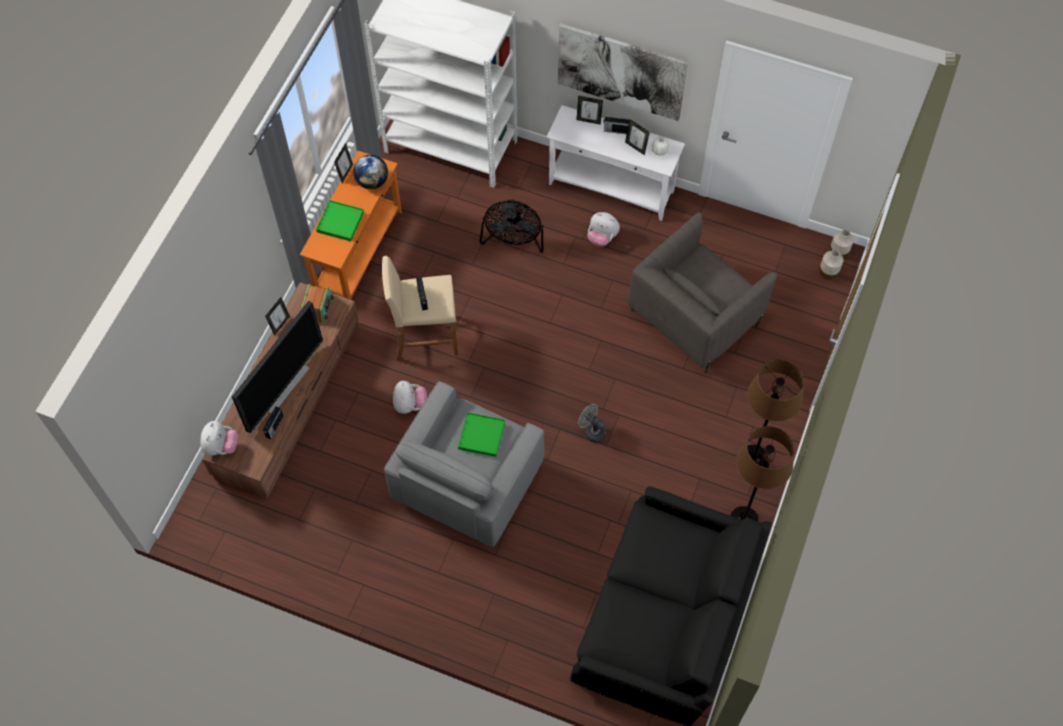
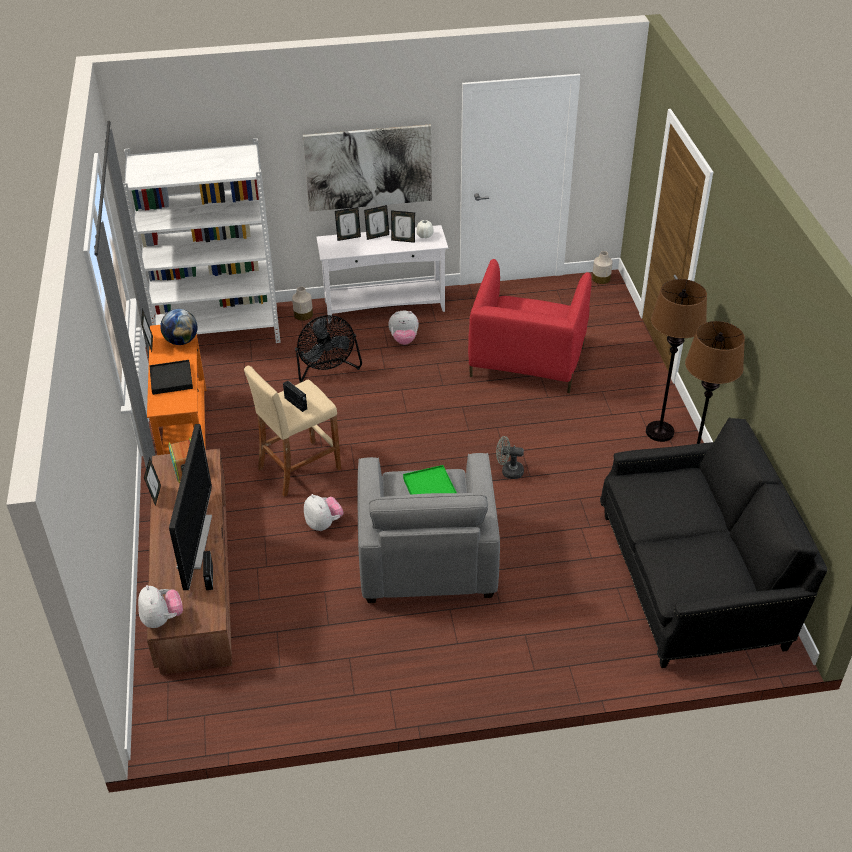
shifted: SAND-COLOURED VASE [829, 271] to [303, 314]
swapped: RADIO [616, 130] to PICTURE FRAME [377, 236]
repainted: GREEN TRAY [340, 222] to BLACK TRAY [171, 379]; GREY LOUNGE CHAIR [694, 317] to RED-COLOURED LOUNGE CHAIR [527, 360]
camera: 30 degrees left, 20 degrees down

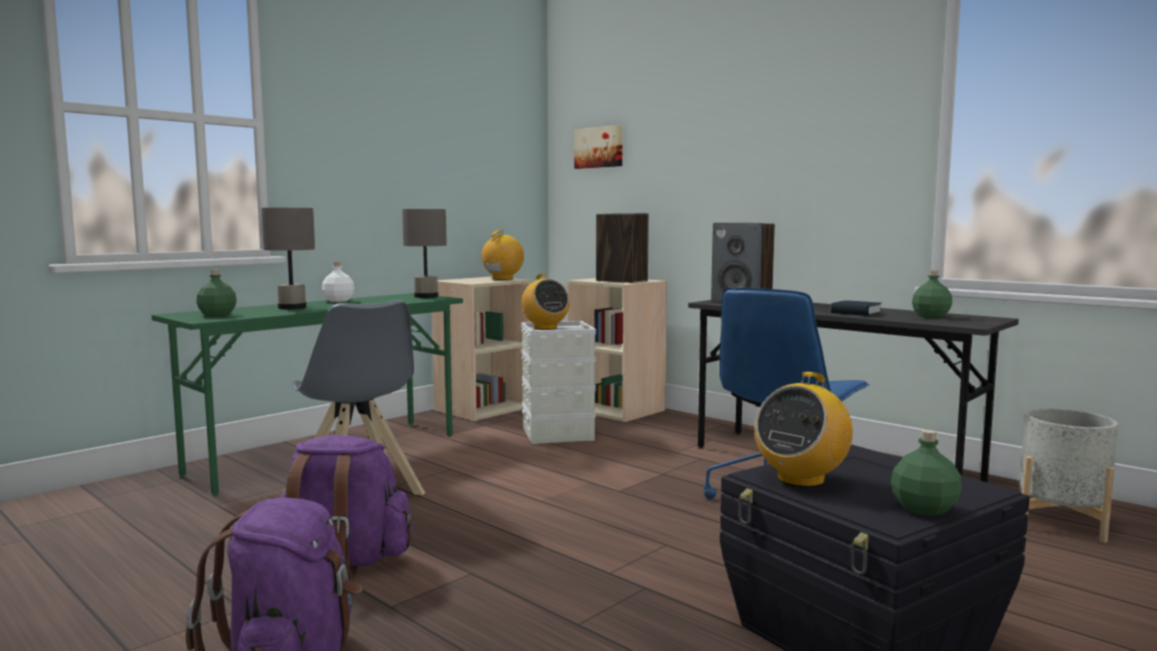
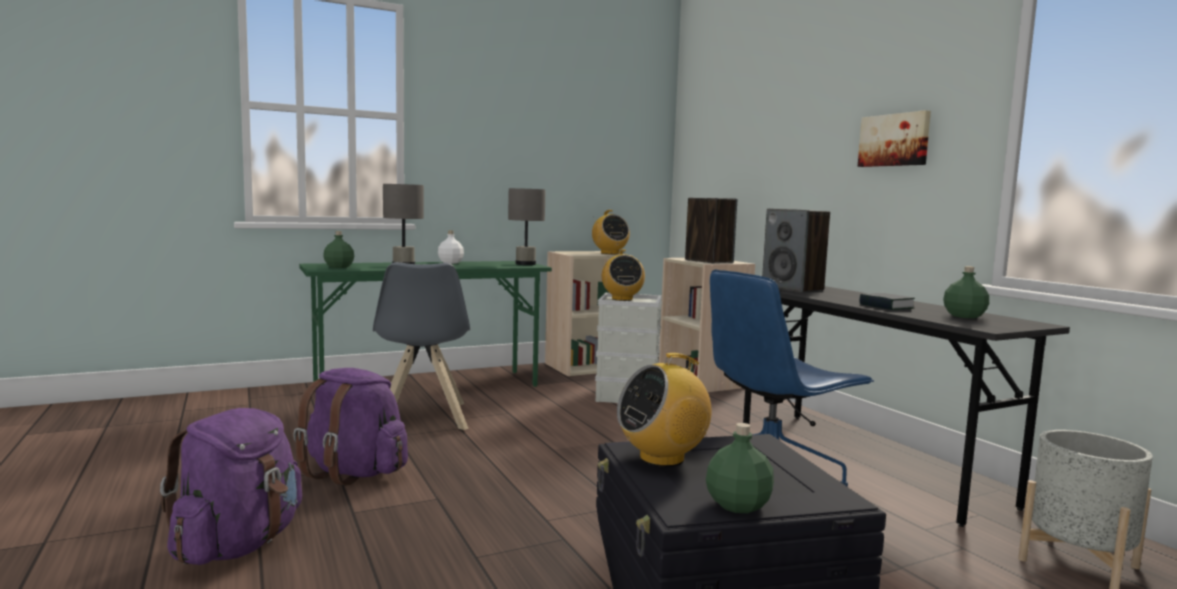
shifted: WALL PICTURE [599, 147] to [894, 140]
rotated: RADIO [503, 279] = [609, 253] 105 degrees clockwise
camera: 20 degrees right, 0 degrees up

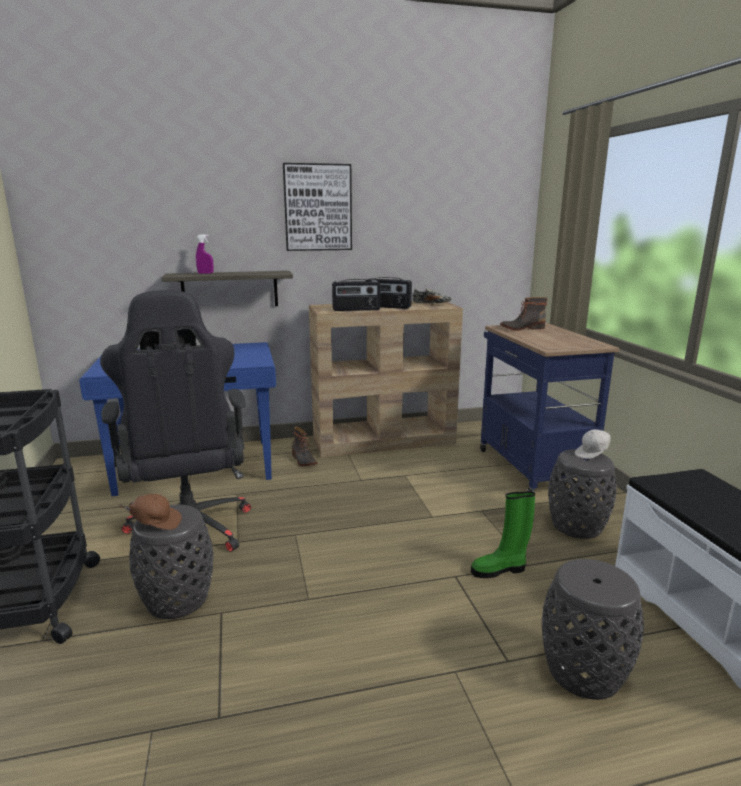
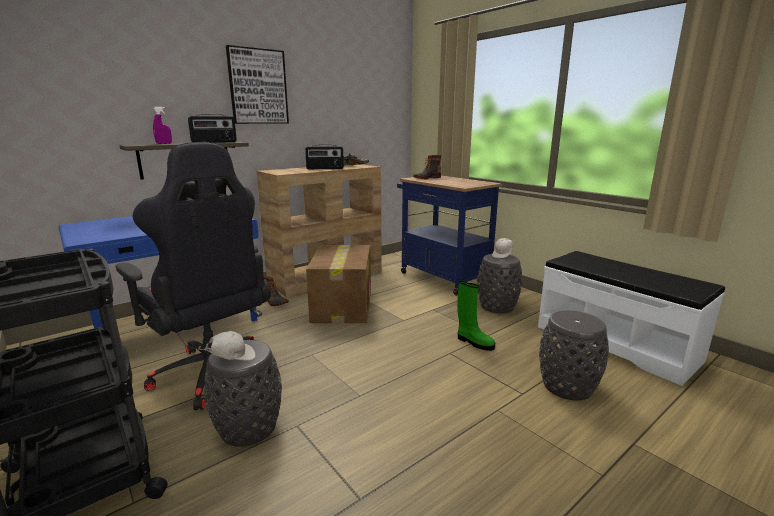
new: PACKING BOX [342, 305]
shifted: RADIO [356, 310] to [214, 142]
repainted: BROWN-COLOURED CAP [156, 523] to WHITISH CAP [232, 359]
rotated: GREEN HIGH-TOP BOOT [499, 570] = [474, 342] 105 degrees counterclockwise
camera: 25 degrees left, 0 degrees up

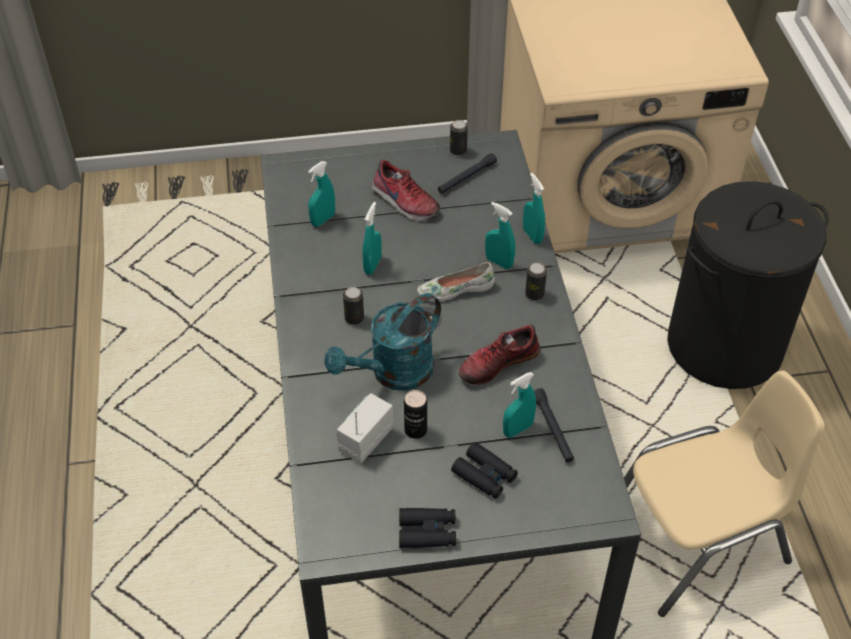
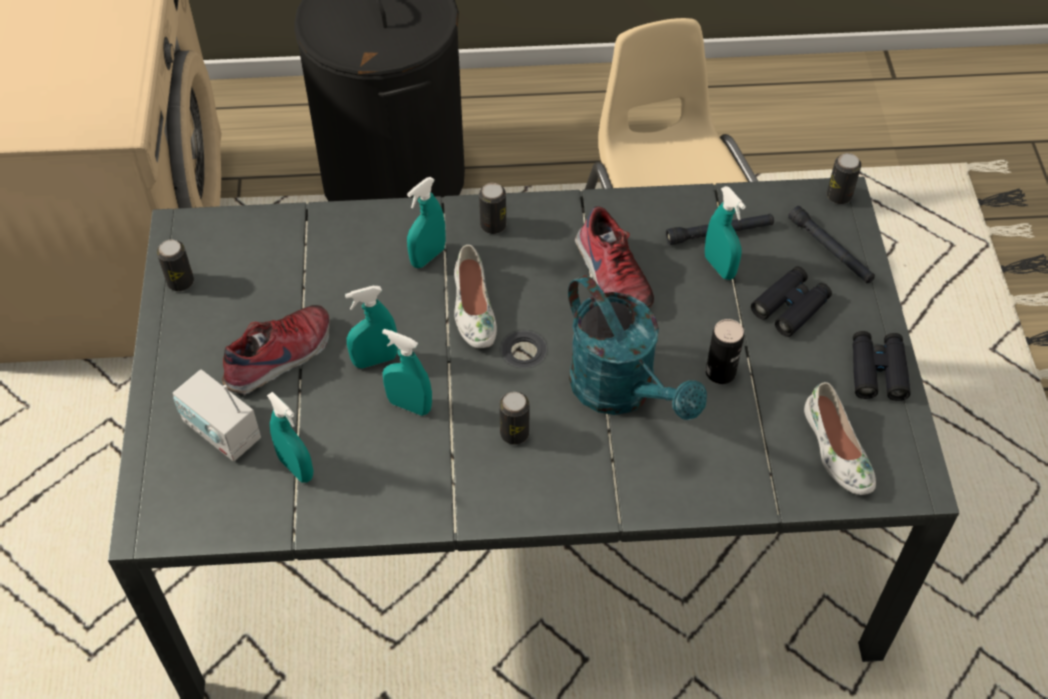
new: WHITISH ITEM OF FOOTWEAR [836, 450]; CAN [839, 196]
shifted: RADIO [365, 440] to [221, 432]; BLACK FLASHLIGHT [466, 178] to [830, 250]; BLUE-GREEN HAND SPRAYER [532, 235] to [375, 360]
camera: 85 degrees left, 5 degrees up

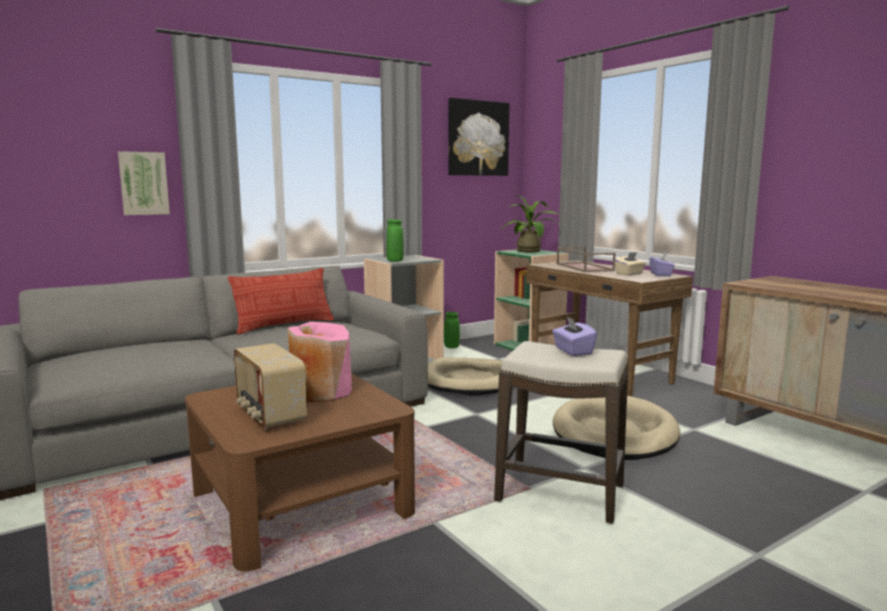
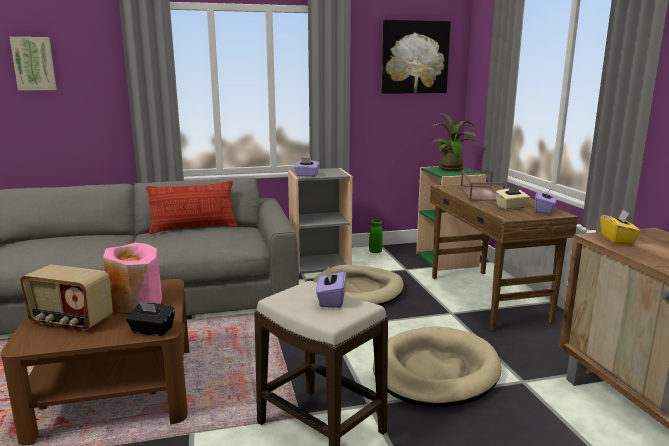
new: BLACK BOX OF TISSUES [152, 330]; YELLOW-COLOURED BOX OF TISSUES [617, 239]
shifted: WALL PICTURE [143, 183] to [34, 64]
swapped: GREEN VASE [395, 261] to PURPLISH BOX OF TISSUES [307, 175]
rotated: RADIO [269, 415] = [70, 322] 60 degrees counterclockwise
camera: 20 degrees right, 5 degrees up

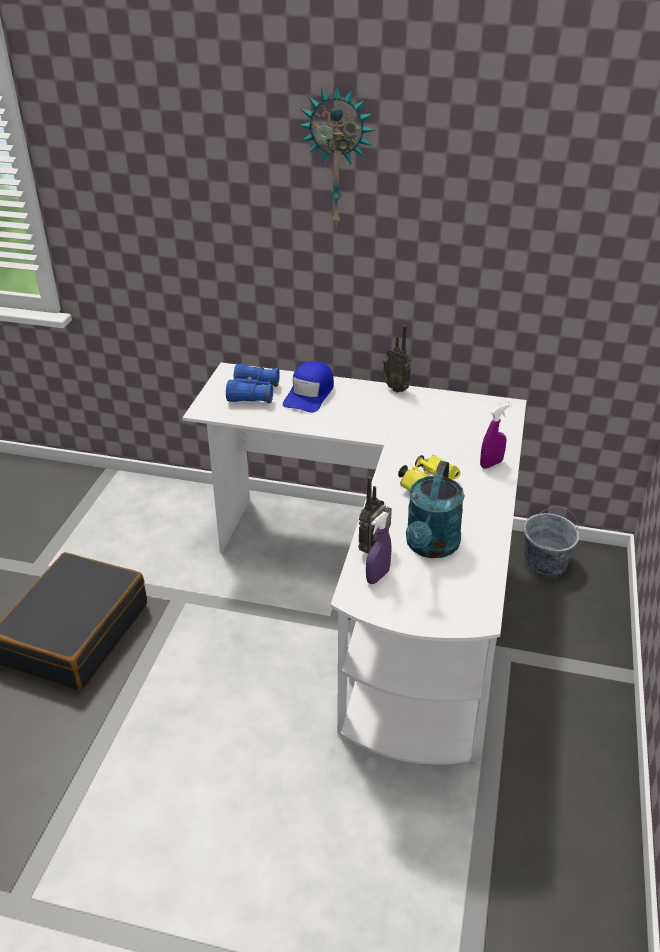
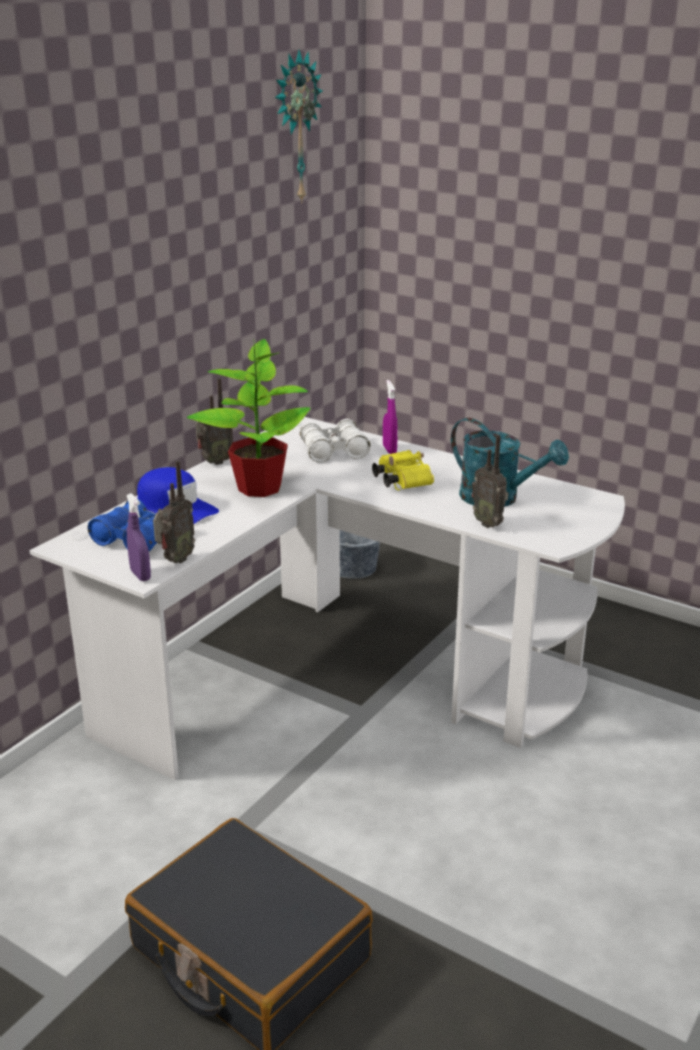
new: RADIO [175, 560]; HOUSEPLANT [259, 487]; WHITISH BINOCULARS [334, 451]
shifted: WALL CLOCK [337, 157] to [295, 128]; PURPLISH HAND SPRAYER [377, 576] to [140, 575]
camera: 70 degrees left, 10 degrees down

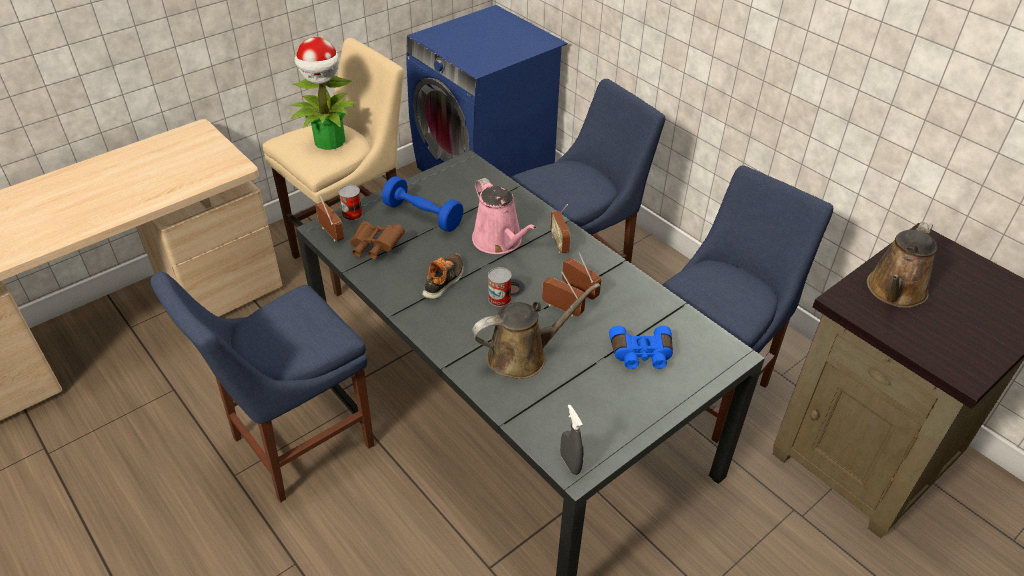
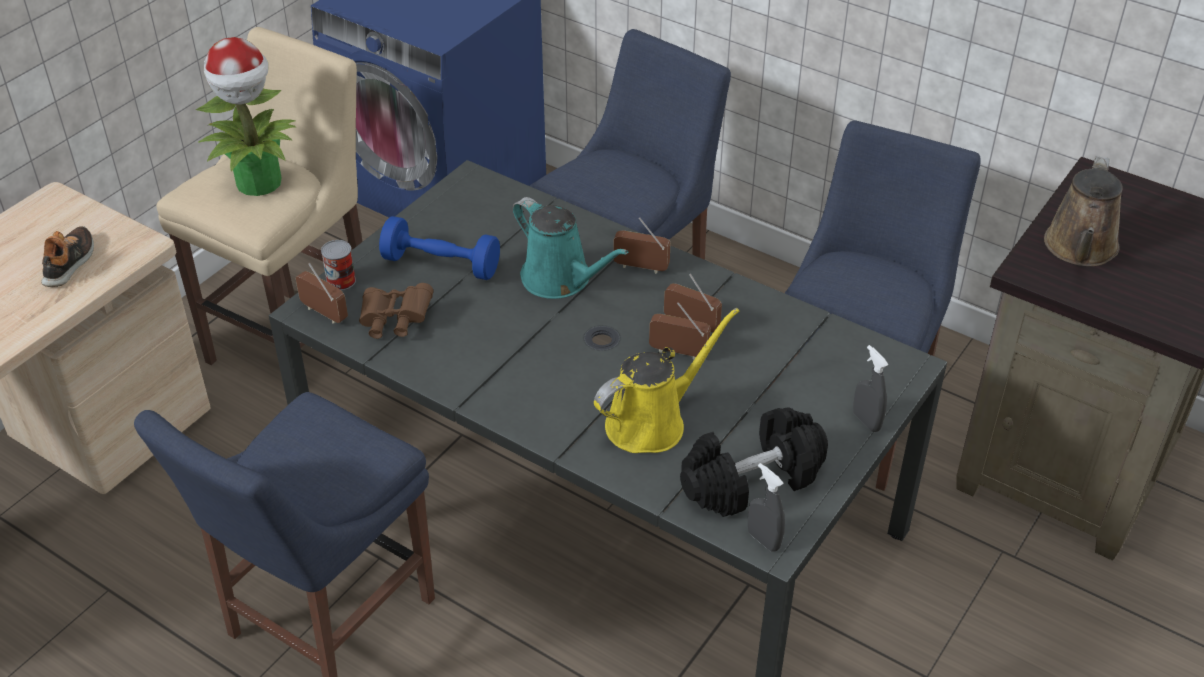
gone: CAN [499, 298]; BLUISH BINOCULARS [641, 355]
new: BLACK FREE WEIGHT [752, 480]; GREY HAND SPRAYER [866, 421]
shifted: ITEM OF FOOTWEAR [444, 281] to [70, 263]
repainted: PINK SPRINKLING CAN [500, 241] to BLUE-GREEN SPRINKLING CAN [561, 279]; BROWN-COLOURED SPRINKLING CAN [522, 355] to YELLOW-COLOURED SPRINKLING CAN [652, 422]
rotated: RADIO [559, 244] = [641, 267] 135 degrees clockwise
camera: 15 degrees left, 0 degrees up

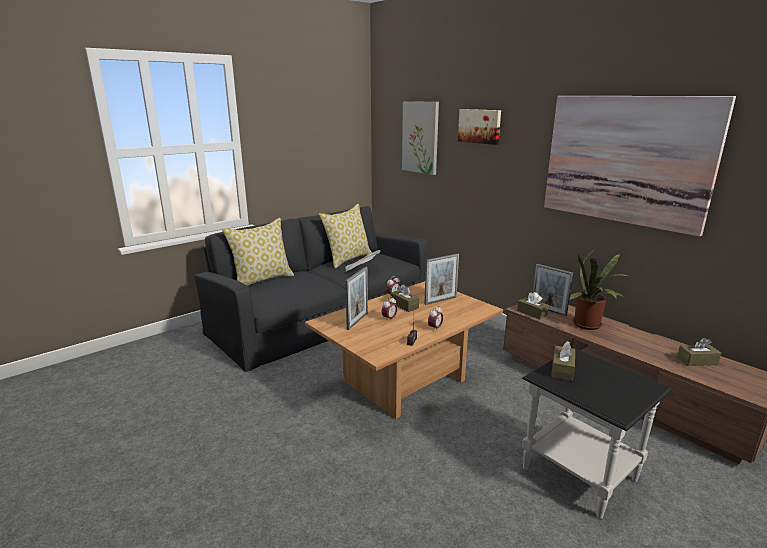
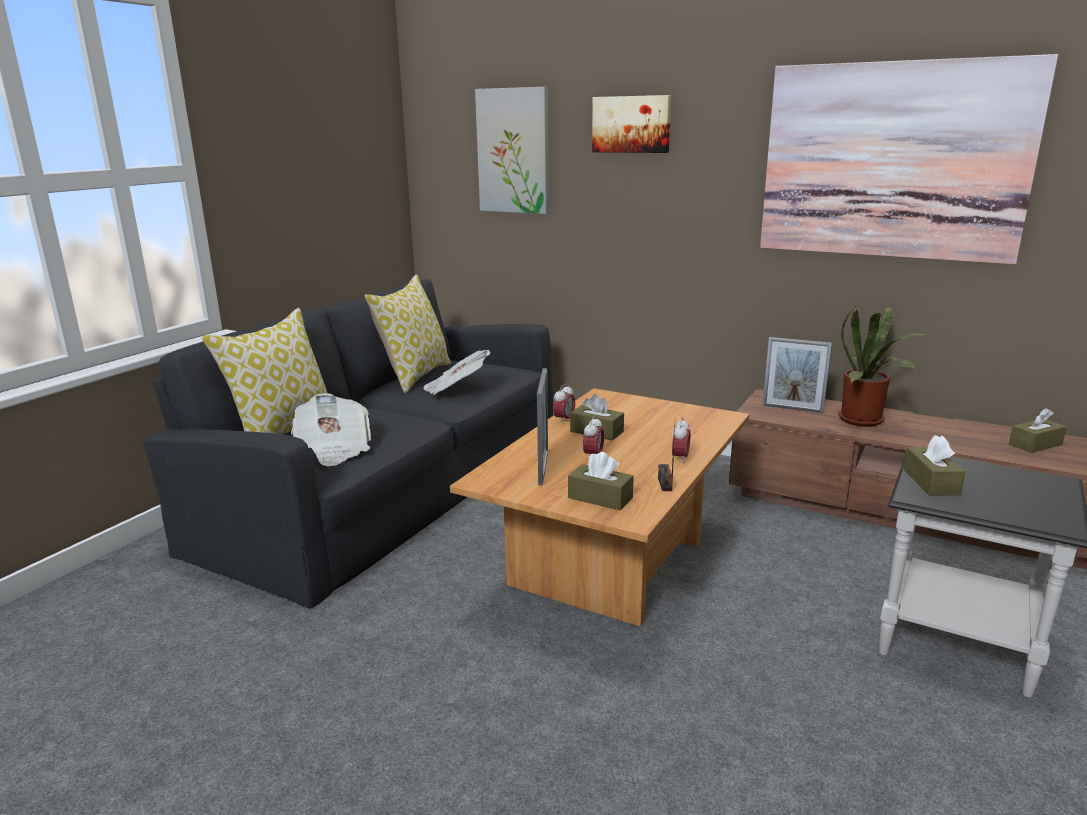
gone: PICTURE FRAME [440, 300]
new: DAILY PAPER [334, 449]
shifted: BROWN-COLOURED BOX OF TISSUES [531, 313] to [600, 498]
camera: 20 degrees left, 0 degrees up

